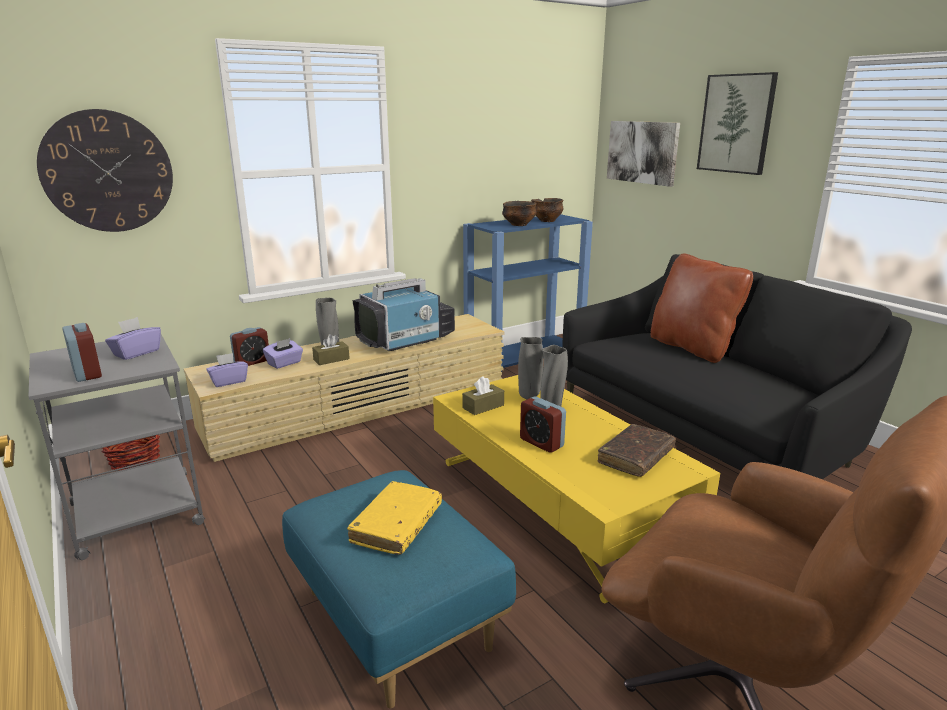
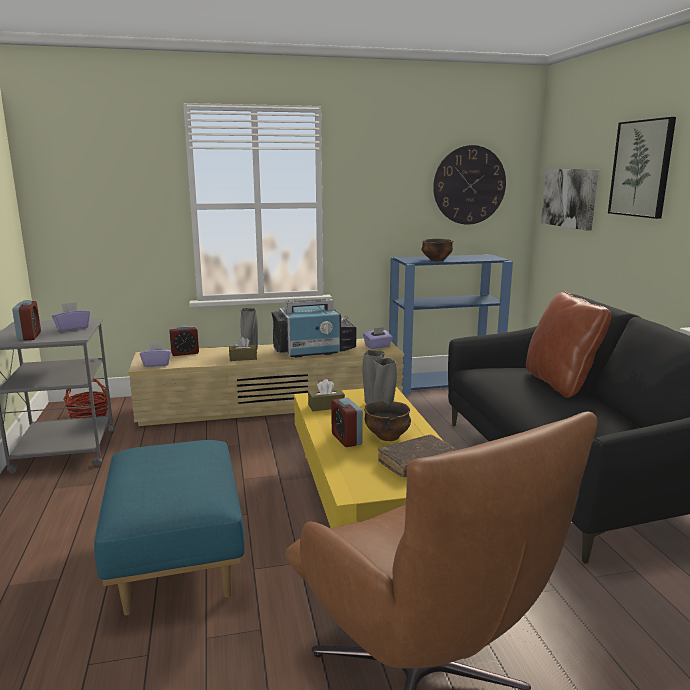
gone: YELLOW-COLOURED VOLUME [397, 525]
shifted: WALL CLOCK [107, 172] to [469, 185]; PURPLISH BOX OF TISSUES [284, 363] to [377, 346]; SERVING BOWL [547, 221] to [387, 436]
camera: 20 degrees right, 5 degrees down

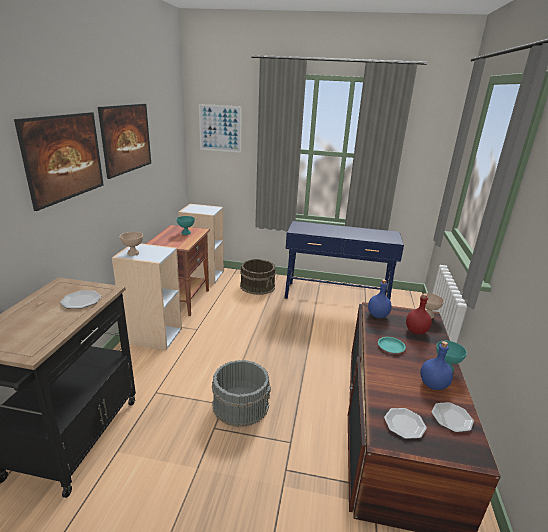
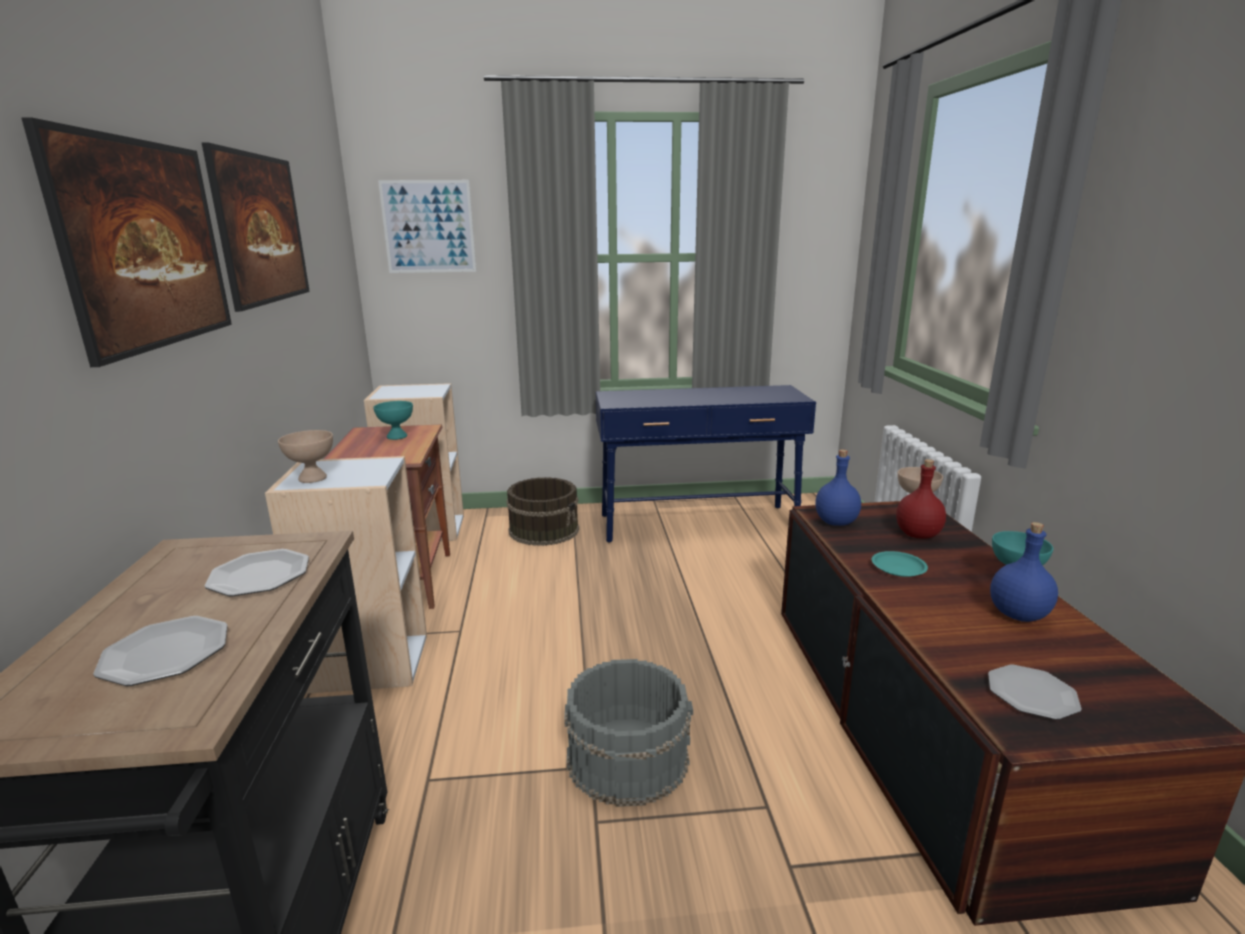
shifted: PLATE [452, 418] to [167, 653]
camera: 15 degrees left, 5 degrees down

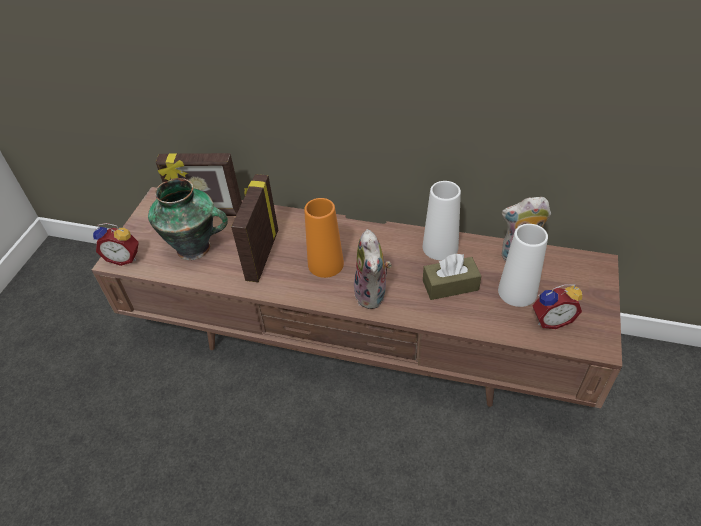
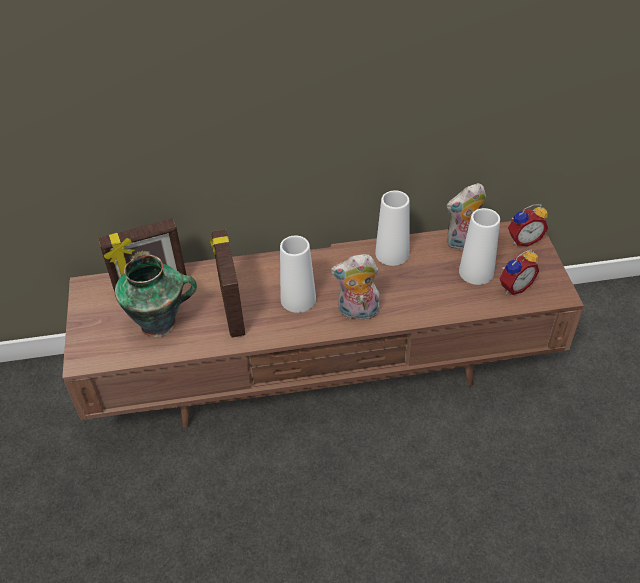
gone: BROWN-COLOURED BOX OF TISSUES [450, 285]
shifted: BEDSIDE CLOCK [124, 258] to [523, 239]
repainted: ORANGE-COLOURED VASE [325, 264] to WHITISH VASE [298, 299]
rotated: SOFT TOY [373, 294] = [357, 312] 120 degrees clockwise
camera: 25 degrees left, 0 degrees up

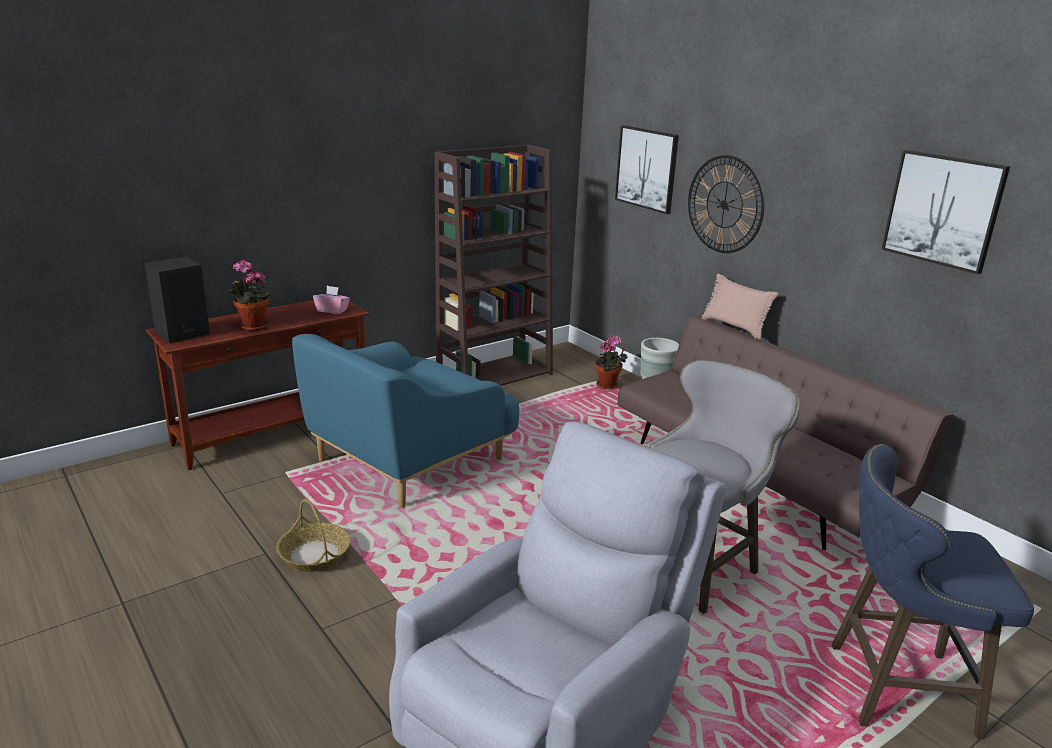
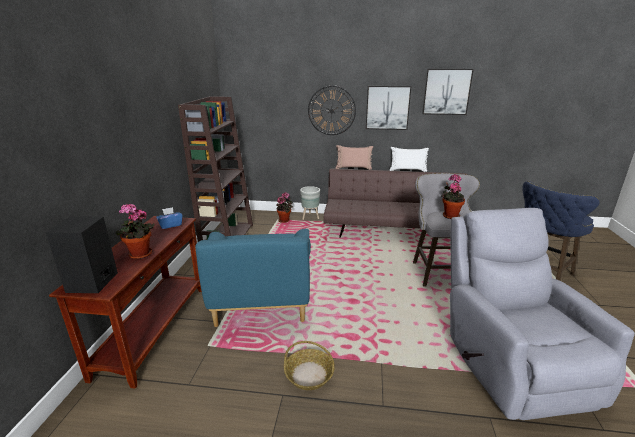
new: WHITISH THROW PILLOW [407, 170]; HOUSEPLANT [450, 215]
shifted: WALL PICTURE [647, 168] to [387, 107]
repainted: PINK BOX OF TISSUES [332, 310] to BLUISH BOX OF TISSUES [170, 225]
camera: 45 degrees left, 0 degrees up

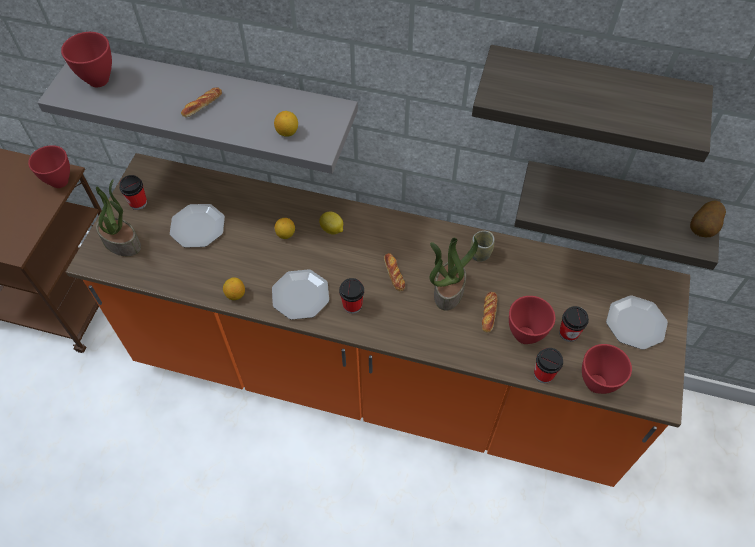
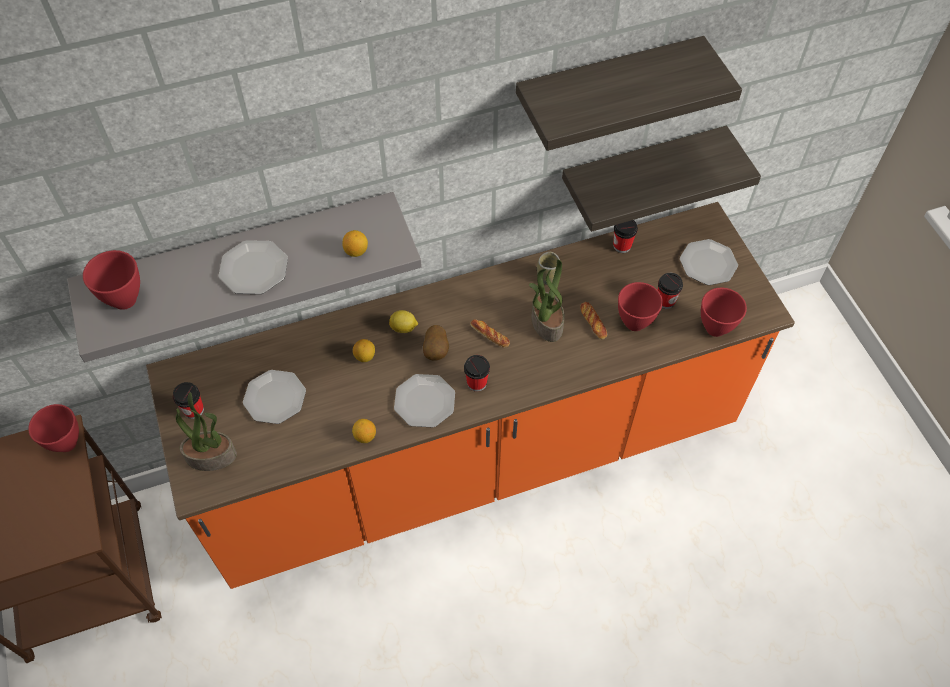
shifted: CUP [543, 374] to [622, 246]; WHOLE POTATO [703, 229] to [436, 351]
swapped: BREAD [202, 105] to PLATE [253, 269]
camera: 35 degrees left, 0 degrees up

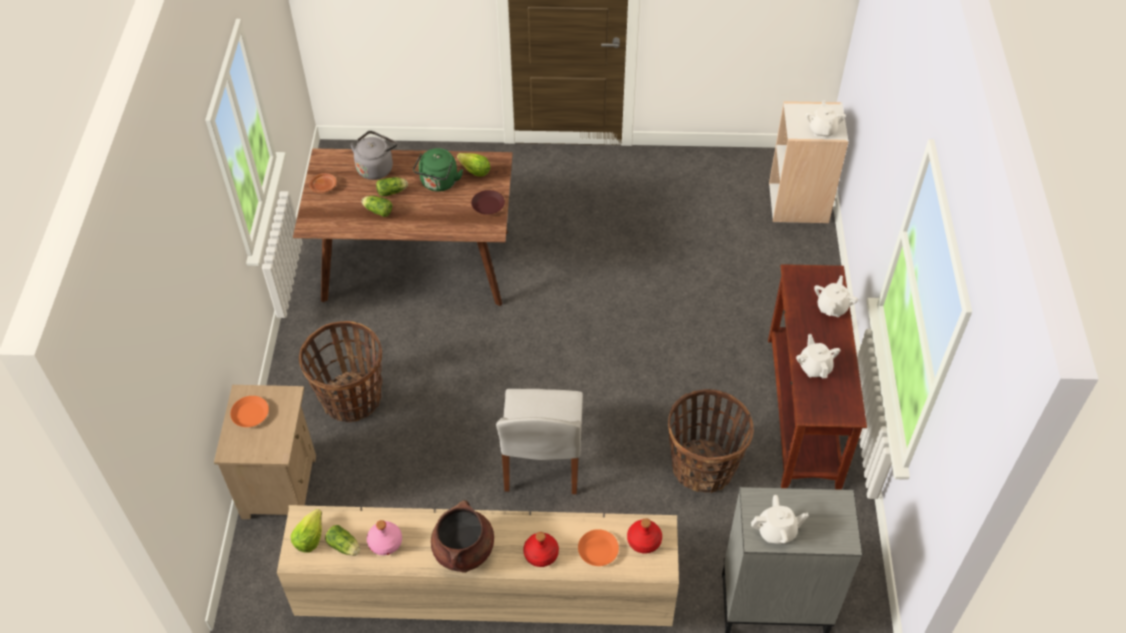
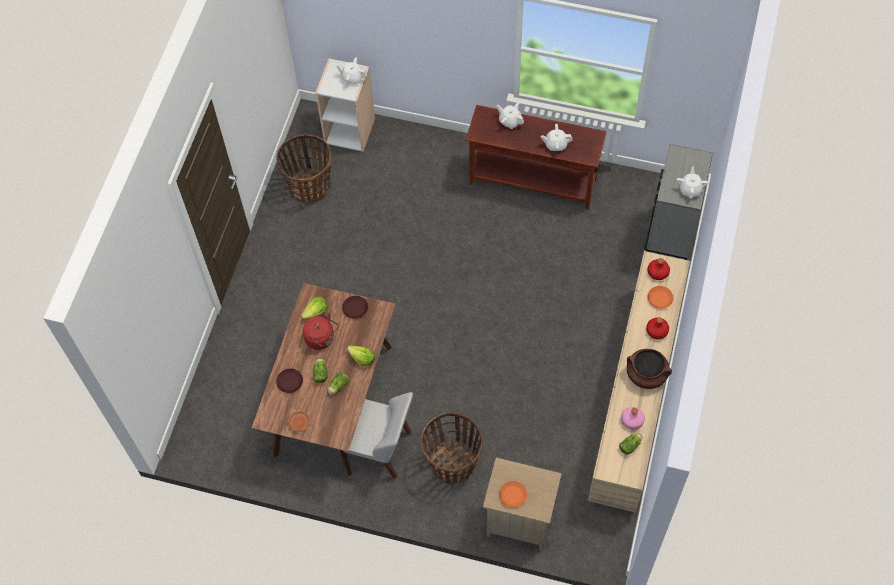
shifted: LETTUCE [309, 537] to [362, 359]; WHITISH PLAIN CHAIR [542, 463] to [380, 449]; BASKET [703, 467] to [309, 186]
swapped: GREY KETTLE [376, 167] to BROWN-COLOURED PLATE [290, 381]
repainted: GREEN KETTLE [438, 183] to RED-COLOURED KETTLE [321, 339]
camera: 75 degrees left, 10 degrees up

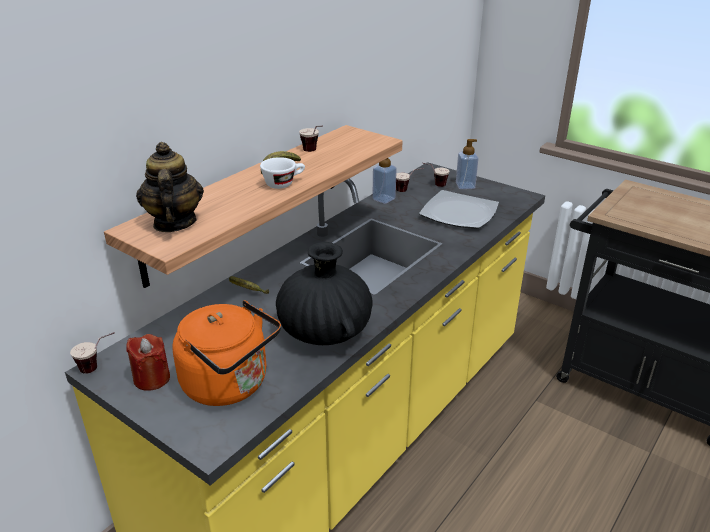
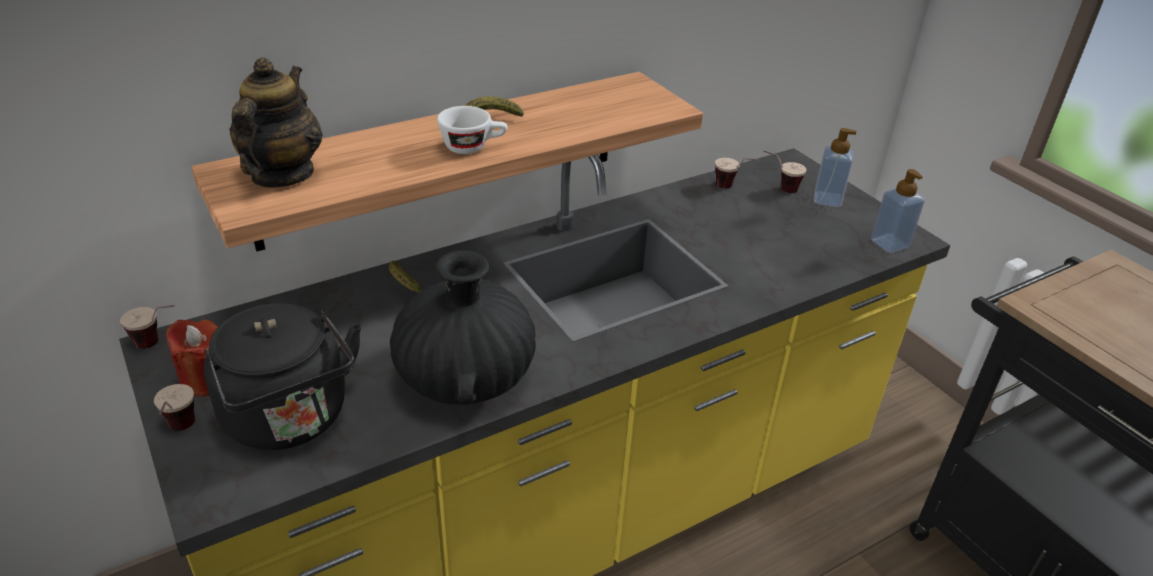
gone: PLATE [458, 213]
shifted: CUP [313, 152] to [180, 433]; SOAP BOTTLE [383, 199] to [890, 244]
repainted: ORANGE-COLOURED KETTLE [230, 385] to BLACK KETTLE [291, 420]
camera: 20 degrees right, 5 degrees up

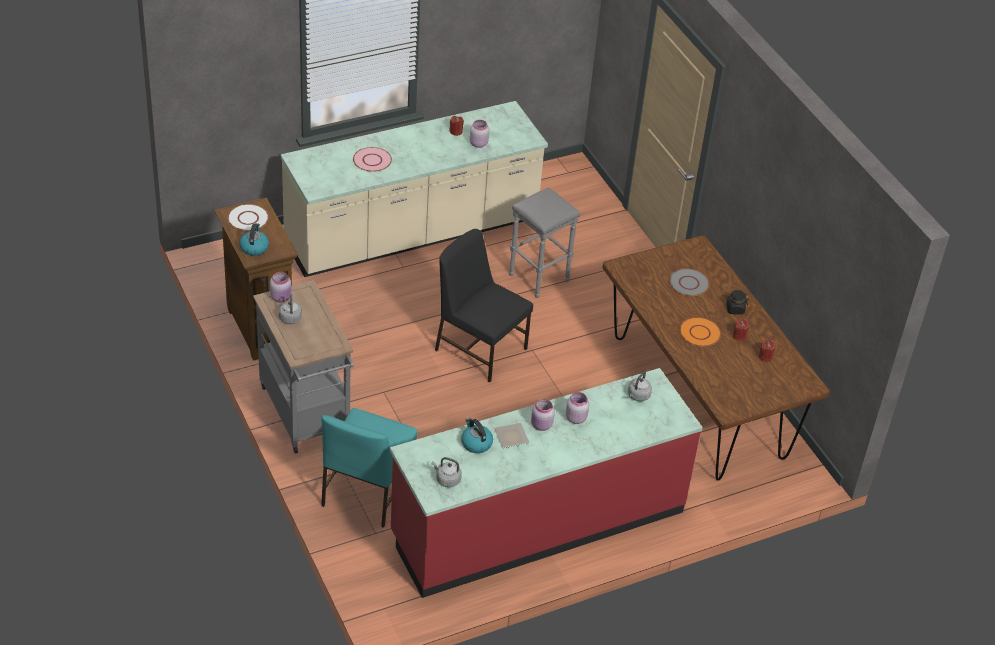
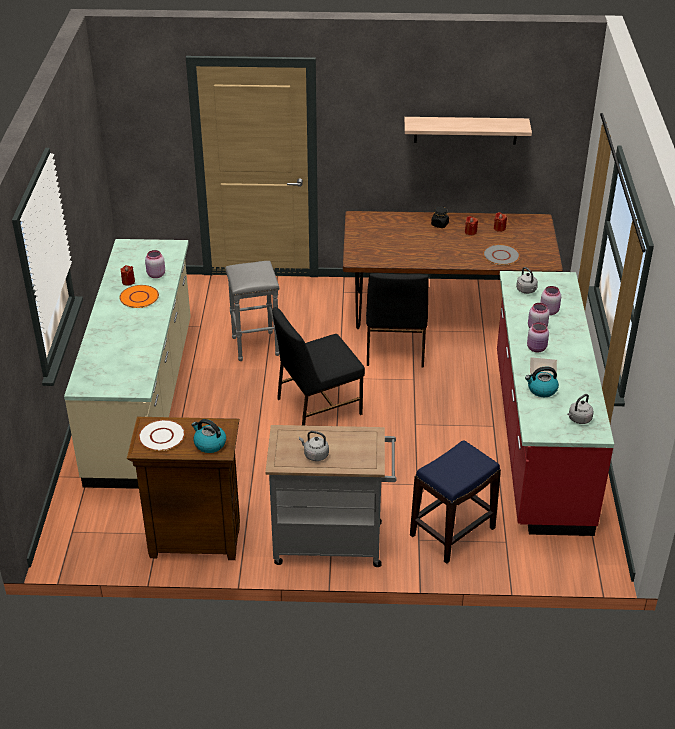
gone: PINK PLATE [372, 160]
new: BLACK PLAIN CHAIR [394, 348]; SHELF [465, 130]
shifted: PINK STORAGE JAR [281, 297] to [549, 311]; GREY PLATE [688, 283] to [501, 256]; ORANGE-COLOURED PLATE [699, 333] to [139, 297]
swapped: BLUE-GREEN PLAIN CHAIR [366, 491] to STOOL [452, 532]
camera: 60 degrees left, 5 degrees down

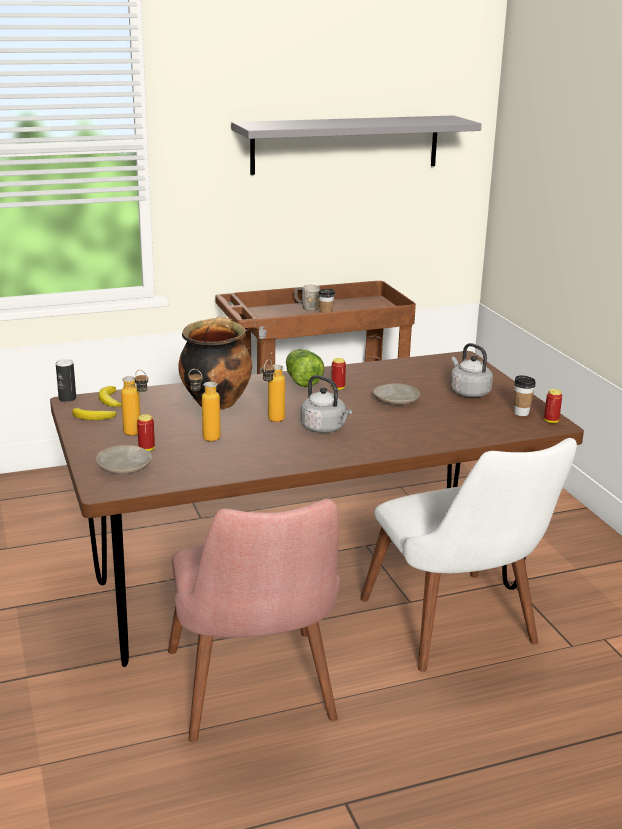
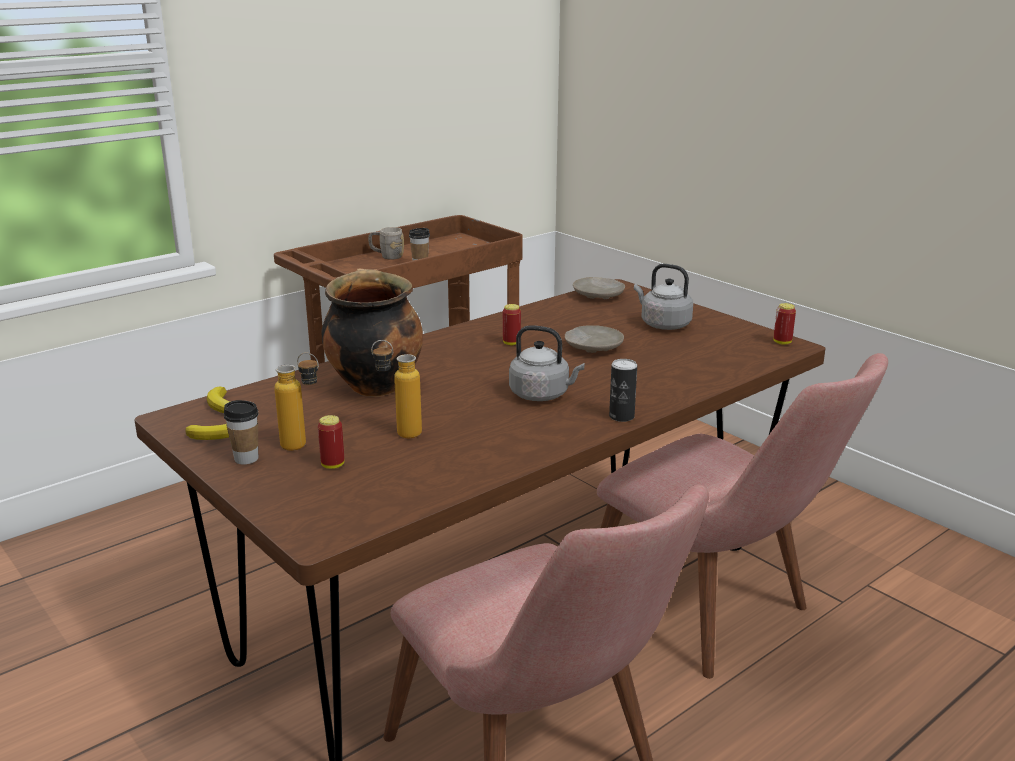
gone: GREY SHELF [346, 144]; BOTTLE [272, 421]; LETTUCE [302, 380]
shifted: CAN [67, 399] to [621, 416]; SAND-COLOURED PLATE [125, 468] to [599, 295]; CUP [521, 413] to [246, 459]
repainted: WHITISH PLAIN CHAIR [460, 632] to PINK PLAIN CHAIR [718, 616]
camera: 20 degrees left, 0 degrees up

